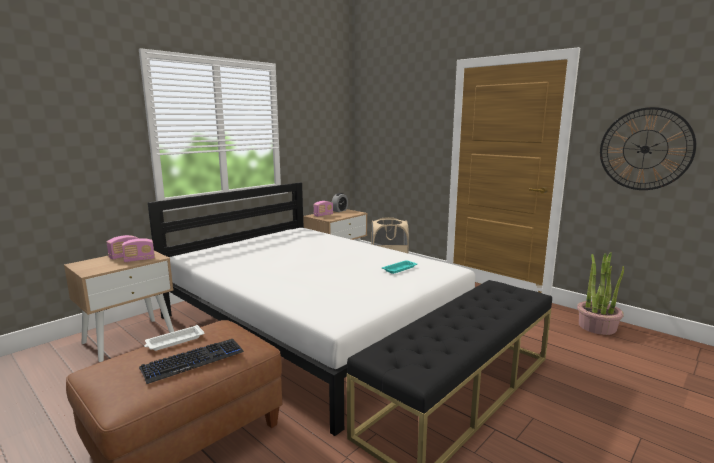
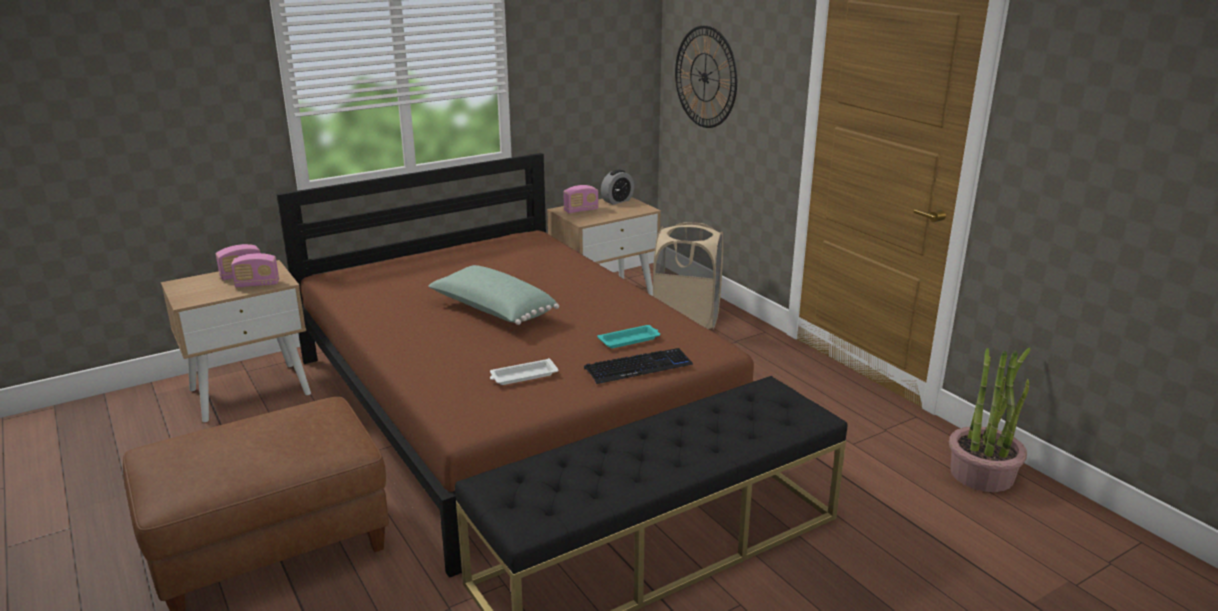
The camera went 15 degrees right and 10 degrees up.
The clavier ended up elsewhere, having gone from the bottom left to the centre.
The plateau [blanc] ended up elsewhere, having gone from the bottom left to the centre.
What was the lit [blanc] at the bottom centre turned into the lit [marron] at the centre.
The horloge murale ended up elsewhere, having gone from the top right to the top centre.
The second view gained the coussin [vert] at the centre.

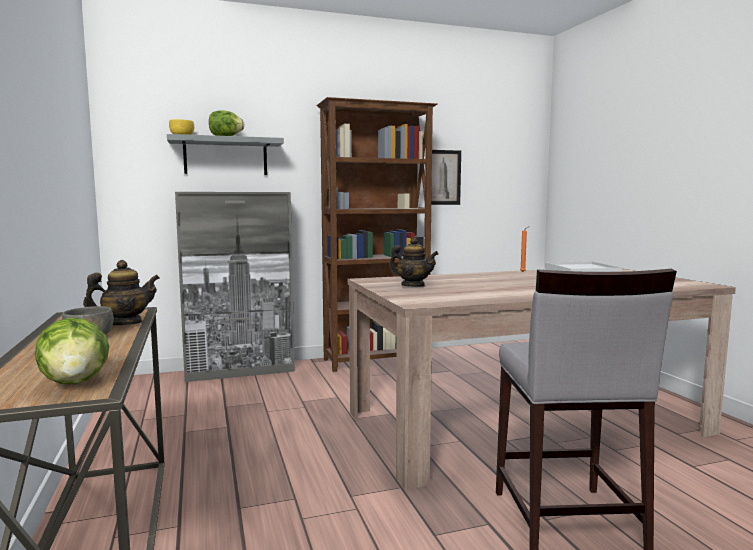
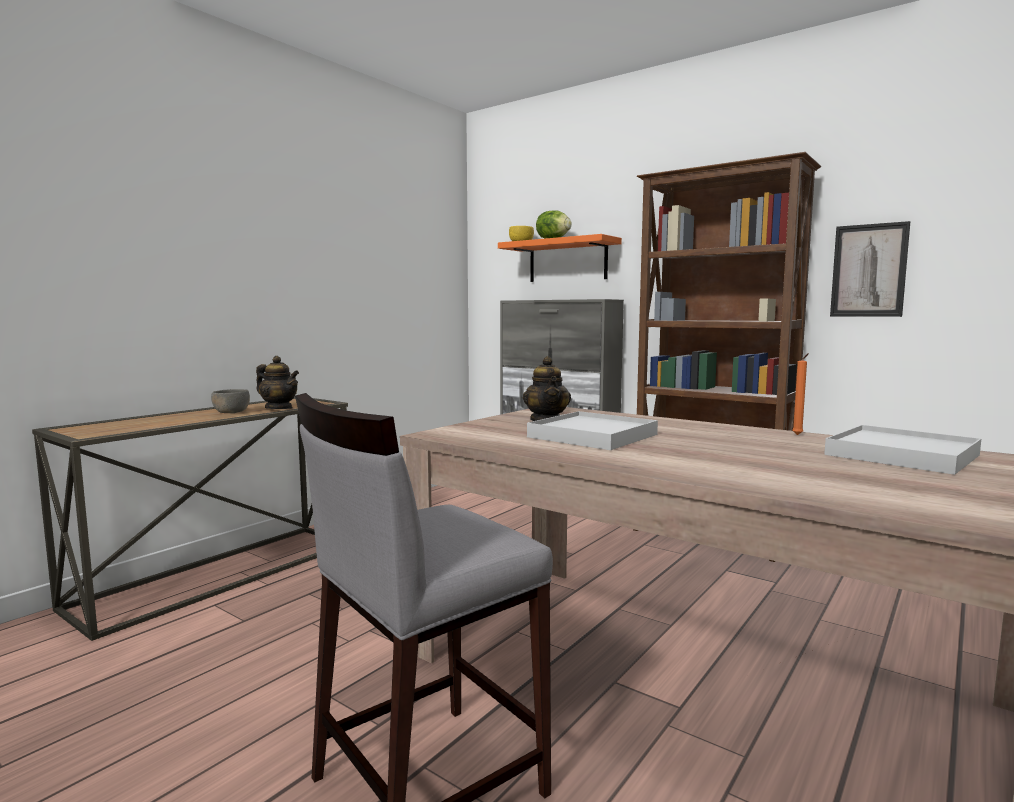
The camera went 55 degrees right and 0 degrees up.
The second view lost the laitue (no. 1 from left) at the middle left.
What was the étagère [gris] at the top left turned into the étagère [orange] at the top centre.
The second view gained the plateau [blanc] (no. 1 from left) at the centre.

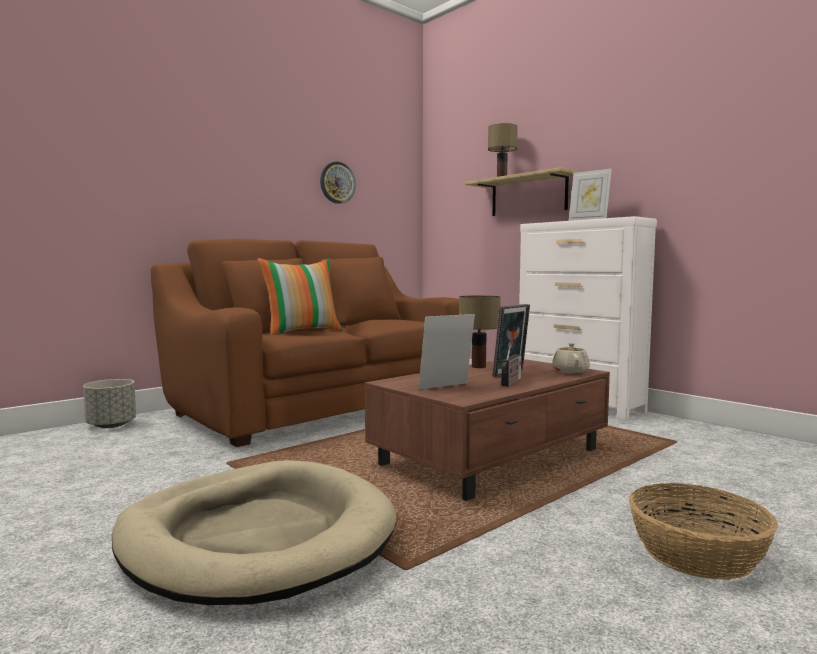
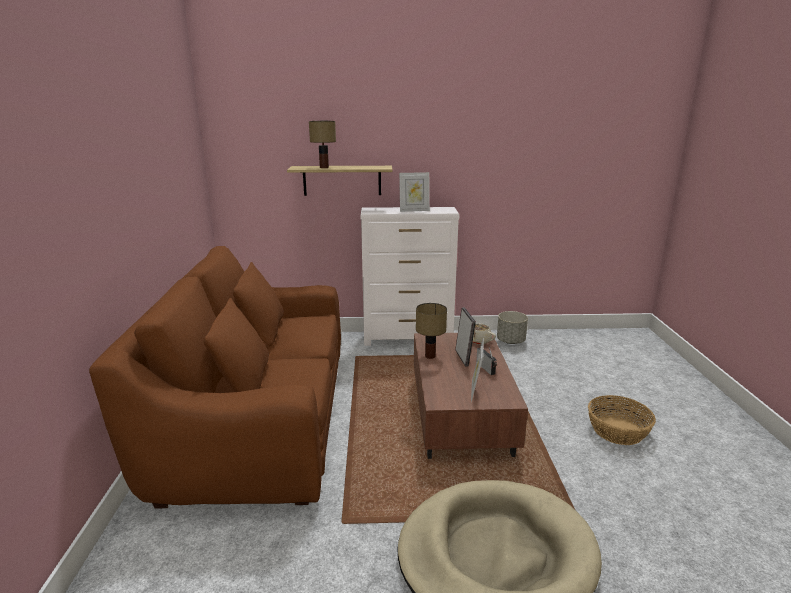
The camera went 50 degrees left and 15 degrees up.
The cache-pot [gris] ended up elsewhere, having gone from the middle left to the centre.
The second view lost the coussin at the centre.
The second view lost the horloge murale at the top centre.

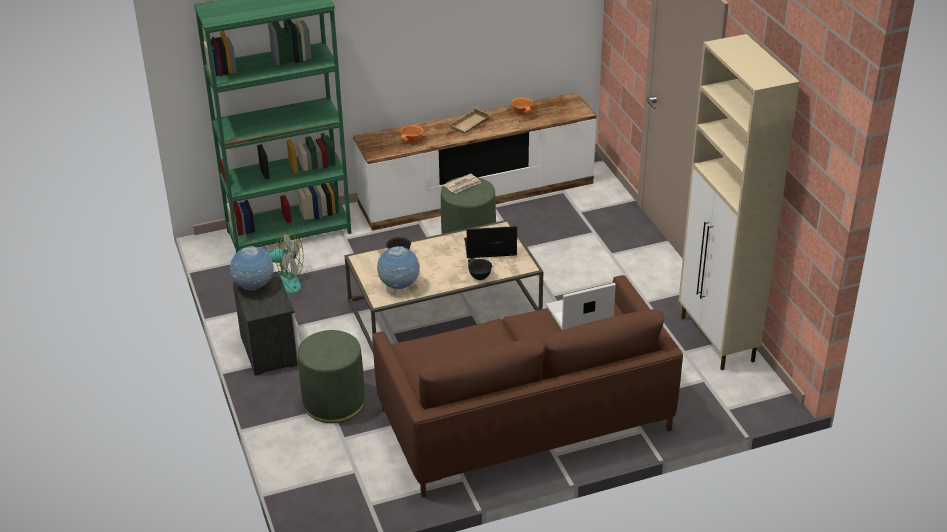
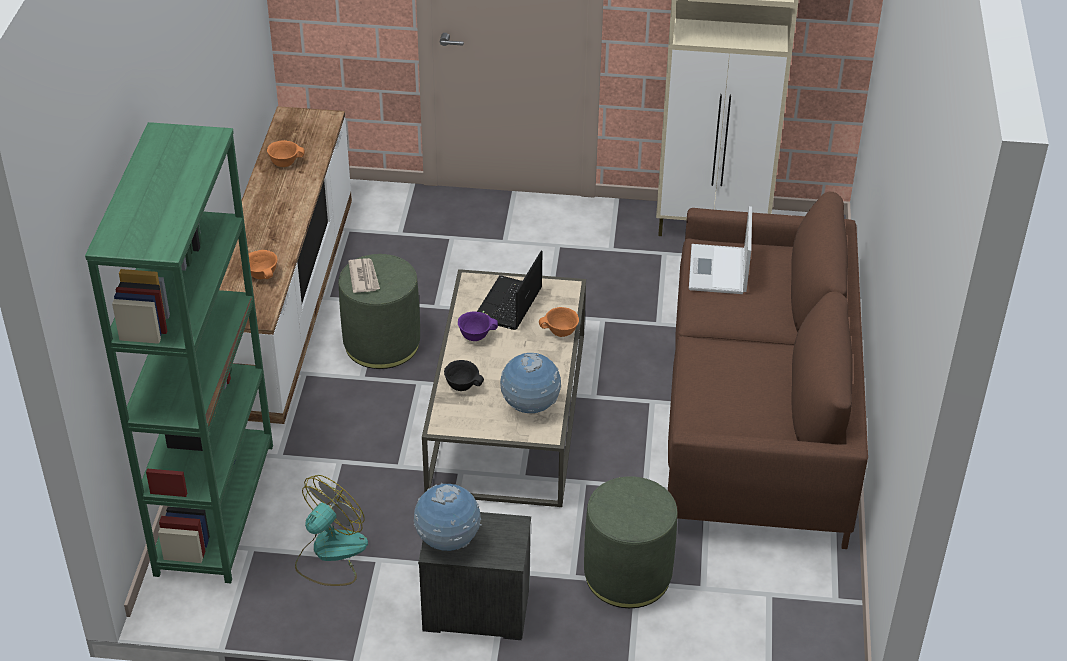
The camera went 65 degrees left and 5 degrees up.
The second view lost the plateau [beige] at the top centre.
What was the bol [noir] (no. 2 from left) at the centre turned into the bol [orange] (no. 3 from left) at the centre.
The second view gained the bol [violet] at the centre.

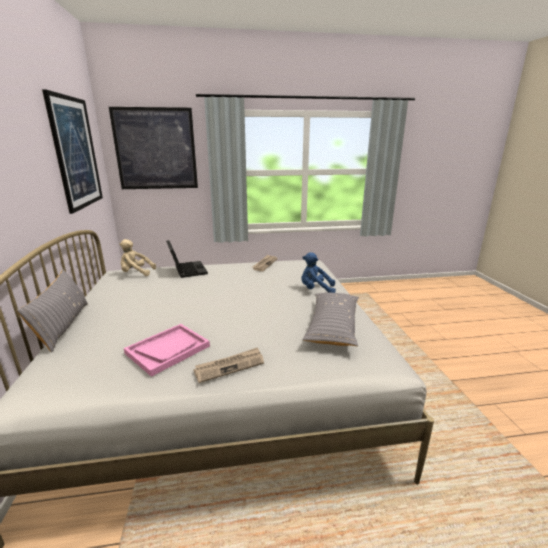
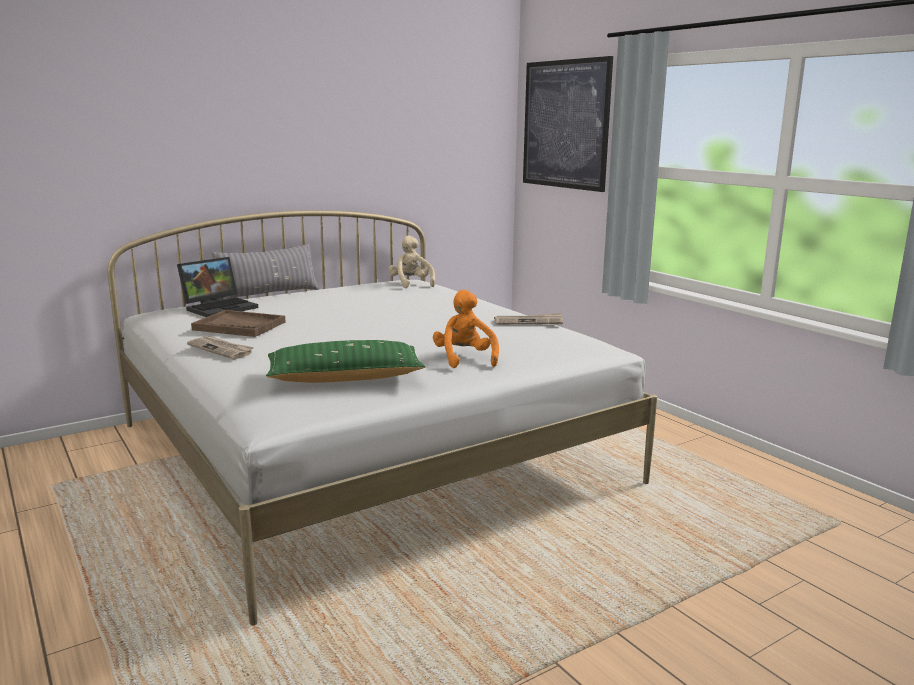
The camera went 65 degrees right and 5 degrees down.
The second view lost the tableau (no. 1 from left) at the top left.
What was the plateau [rose] at the middle left turned into the plateau [marron] at the middle left.
The ordinateur portable ended up elsewhere, having gone from the centre to the middle left.
What was the peluche [bleu] at the centre turned into the peluche [orange] at the centre.
What was the coussin [gris] (no. 2 from left) at the centre turned into the coussin [vert] at the centre.

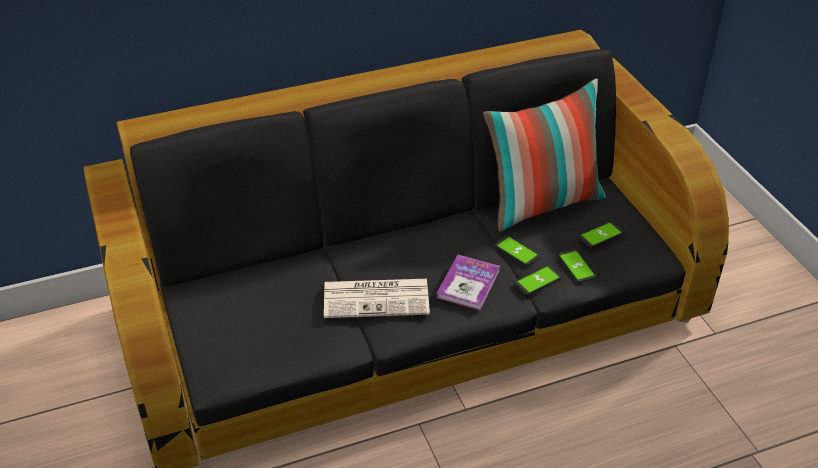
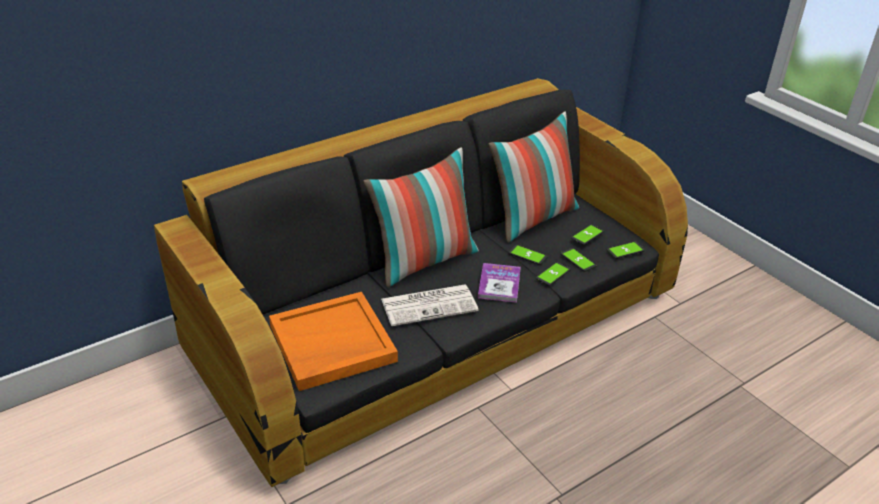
The camera went 15 degrees left and 5 degrees down.
The second view gained the plateau [orange] at the bottom centre.
The second view gained the coussin (no. 1 from left) at the centre.
The second view gained the téléphone (no. 5 from left) at the middle right.

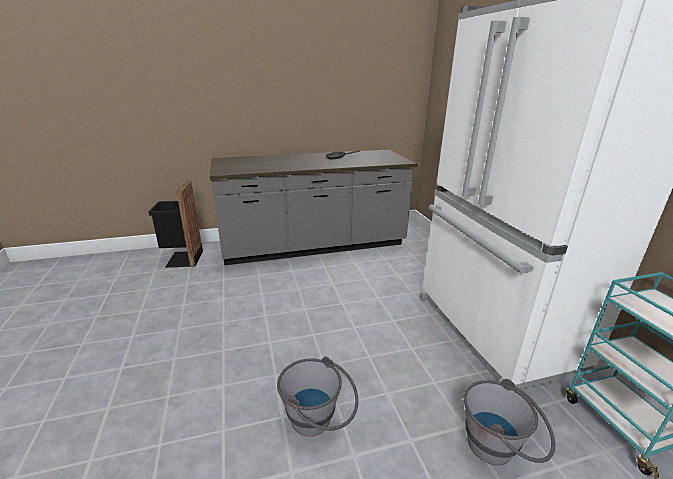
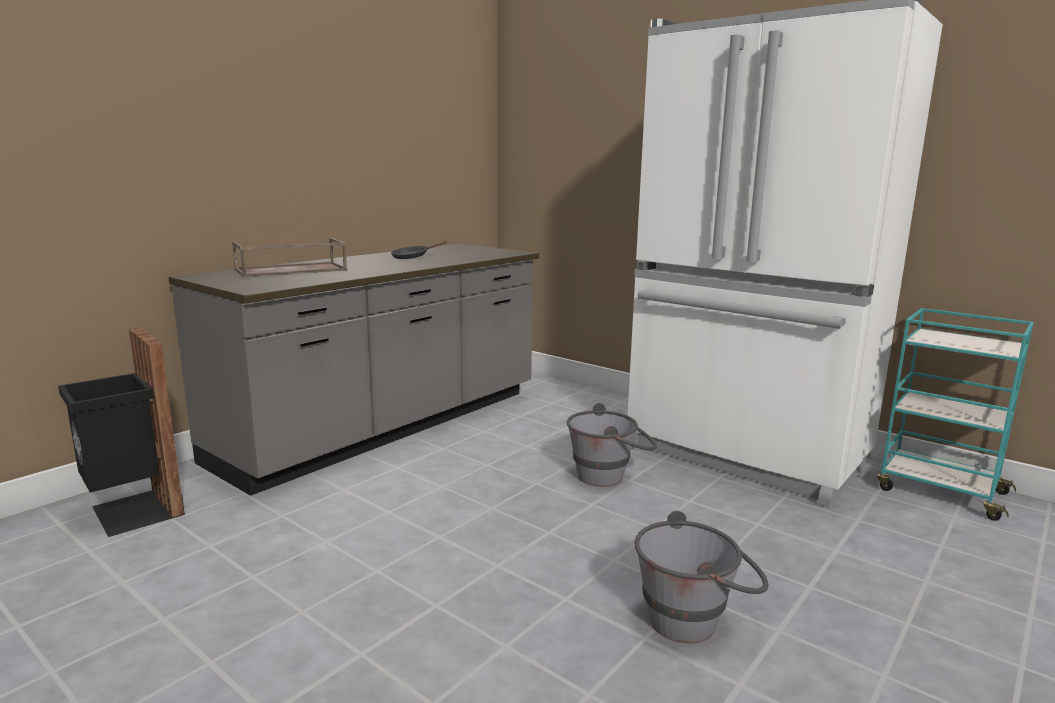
The camera went 35 degrees left and 10 degrees down.
The seau [gris] (no. 2 from left in the first image) ended up elsewhere, having gone from the bottom right to the centre.
The second view gained the plateau [marron] at the middle left.

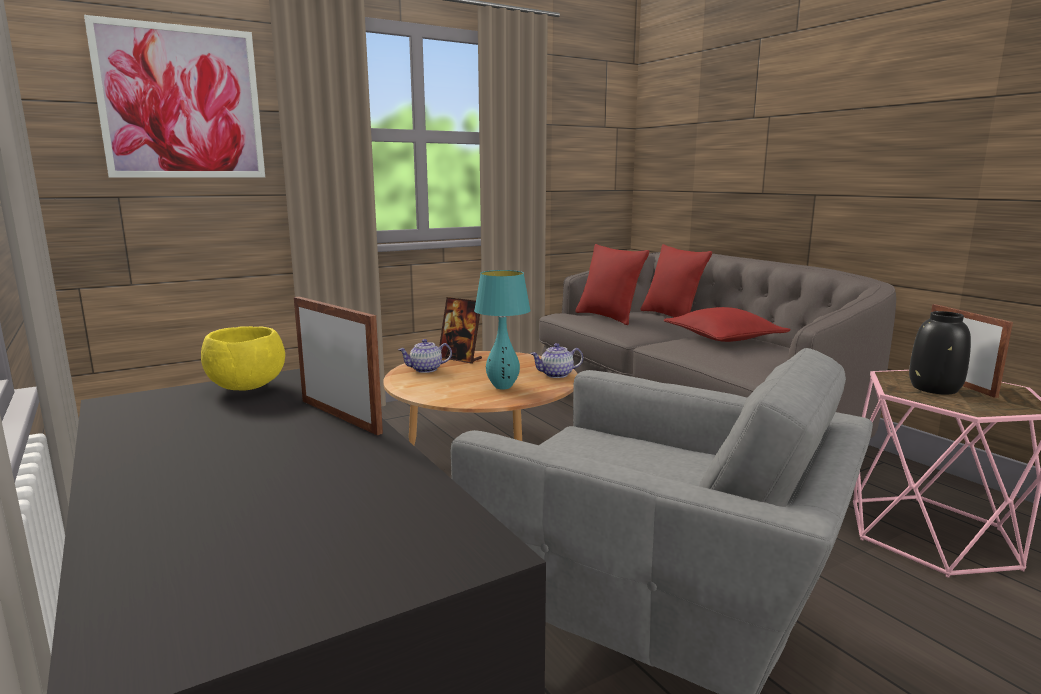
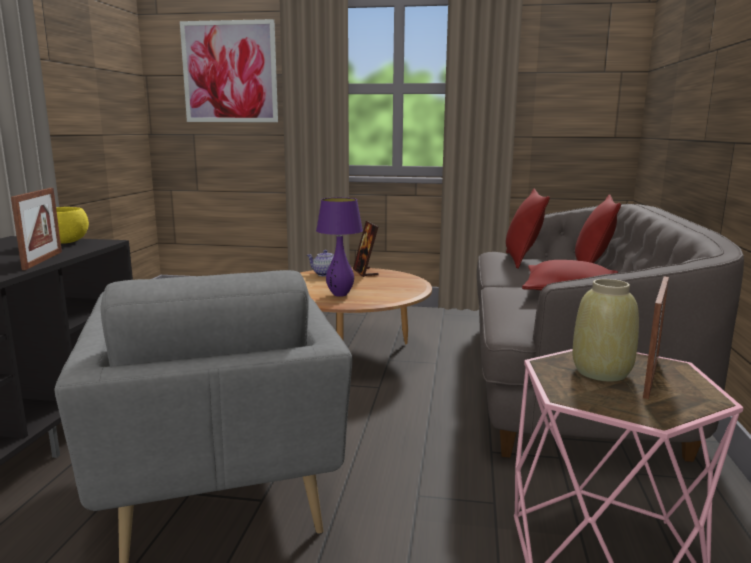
The camera went 40 degrees right and 0 degrees up.
What was the lampe de table [turquoise] at the centre turned into the lampe de table [violet] at the centre.
The second view lost the théière (no. 2 from left) at the centre.
What was the vase [noir] at the middle right turned into the vase [beige] at the middle right.

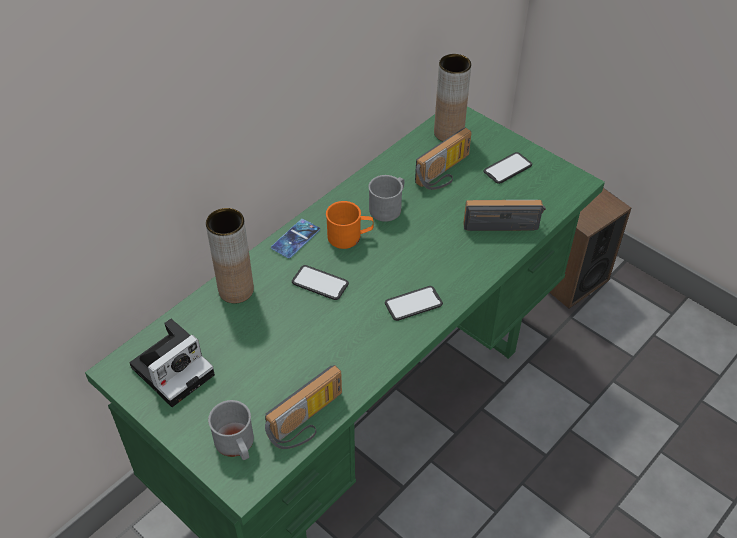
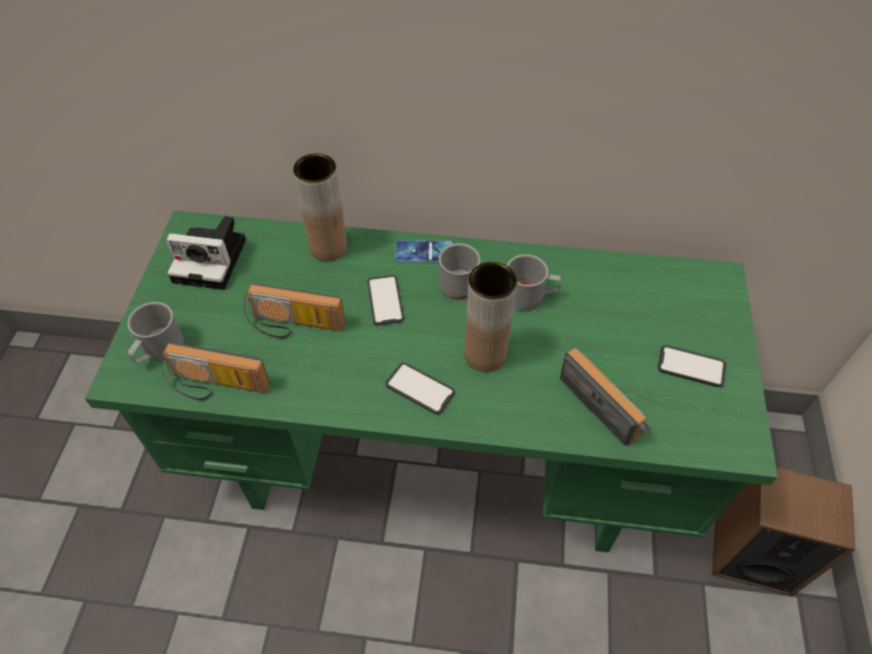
The camera went 55 degrees right and 5 degrees up.
What was the mug [orange] at the centre turned into the mug [gris] (no. 2 from left) at the centre.
The radio (no. 2 from left) ended up elsewhere, having gone from the top centre to the centre.
The vase [marron] (no. 2 from left) ended up elsewhere, having gone from the top centre to the centre.

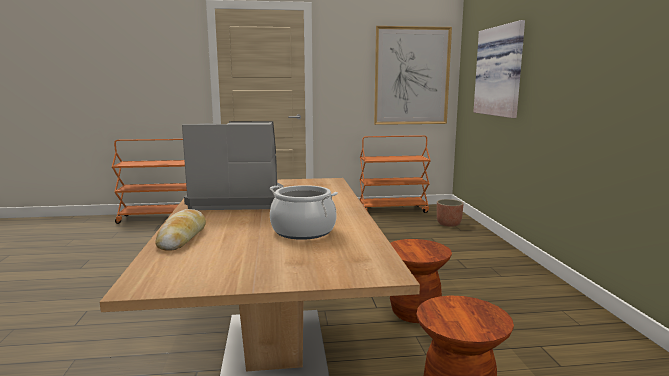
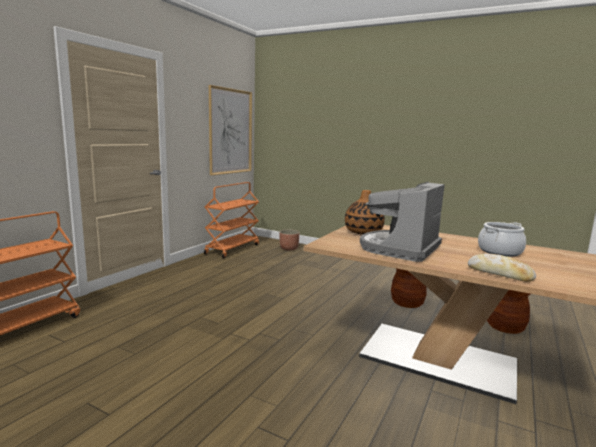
The camera went 55 degrees left and 0 degrees up.
The second view lost the tableau (no. 2 from left) at the top right.
The second view gained the vase at the centre.

